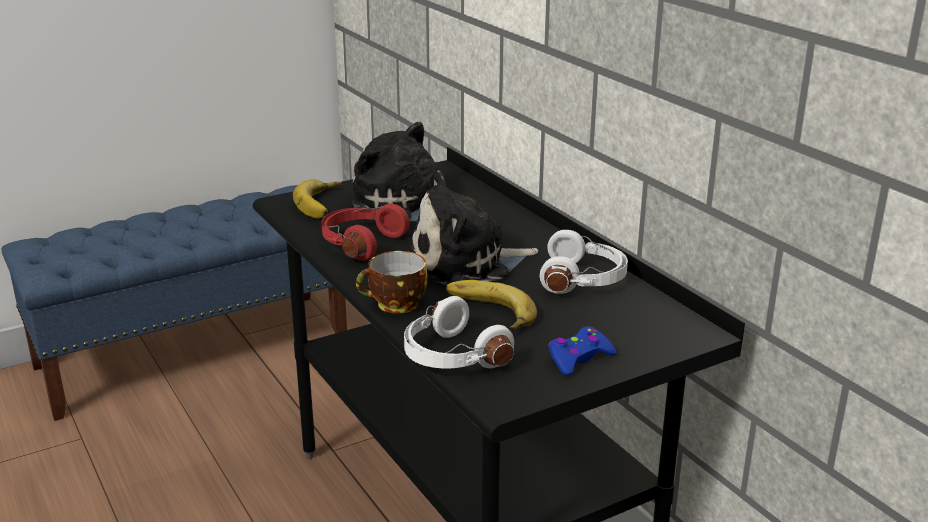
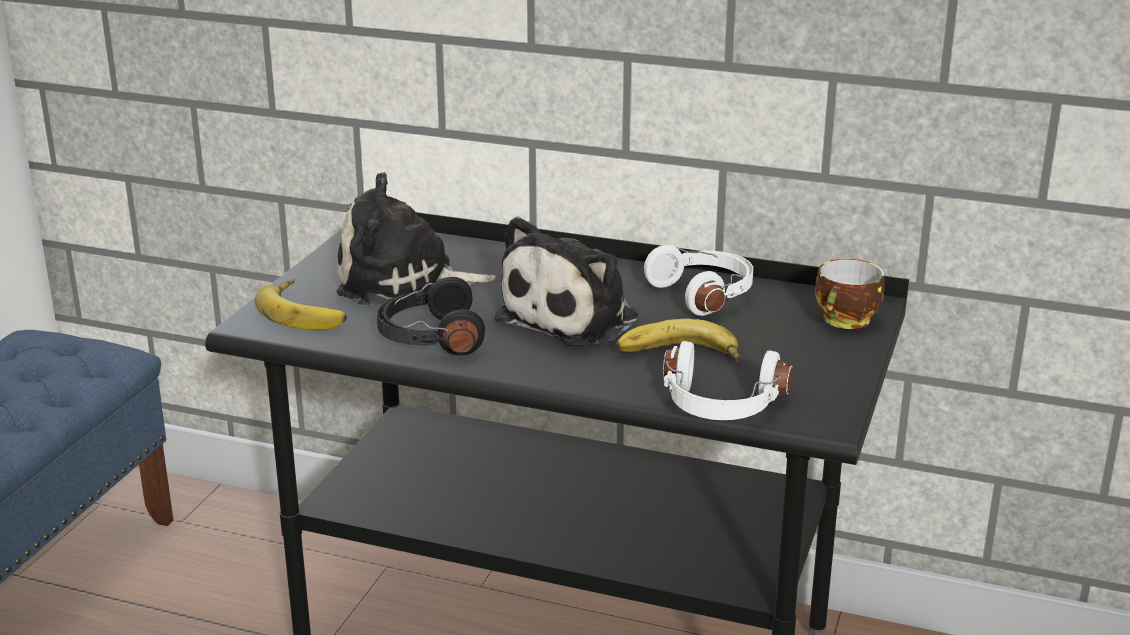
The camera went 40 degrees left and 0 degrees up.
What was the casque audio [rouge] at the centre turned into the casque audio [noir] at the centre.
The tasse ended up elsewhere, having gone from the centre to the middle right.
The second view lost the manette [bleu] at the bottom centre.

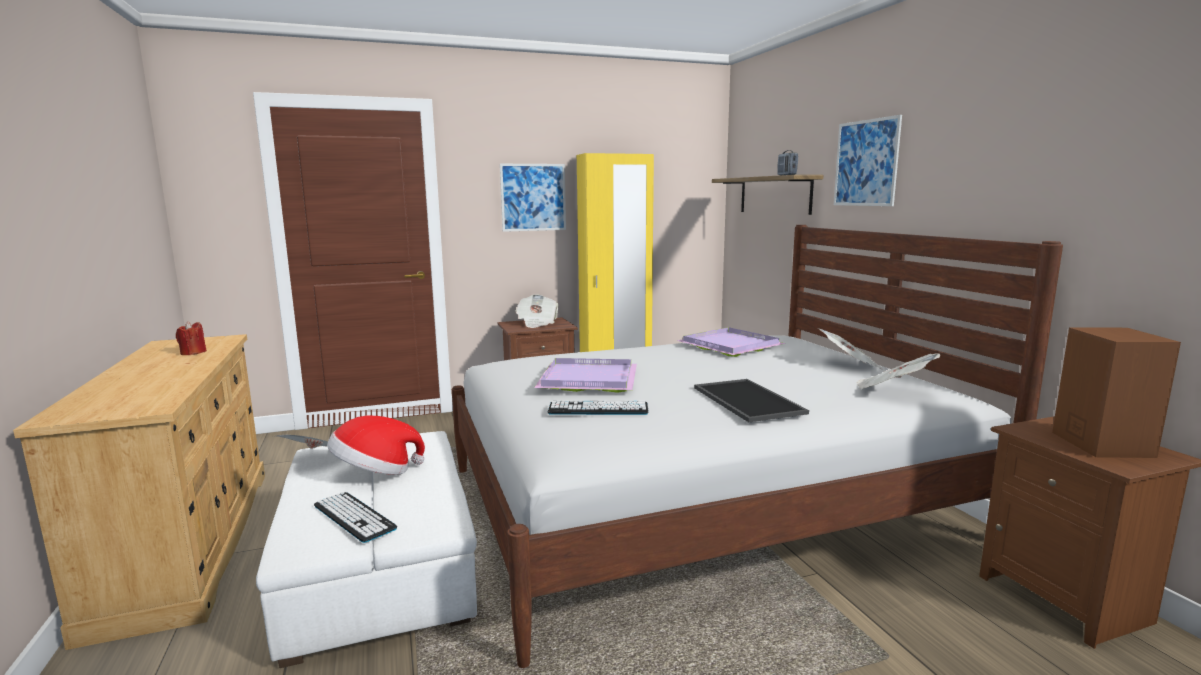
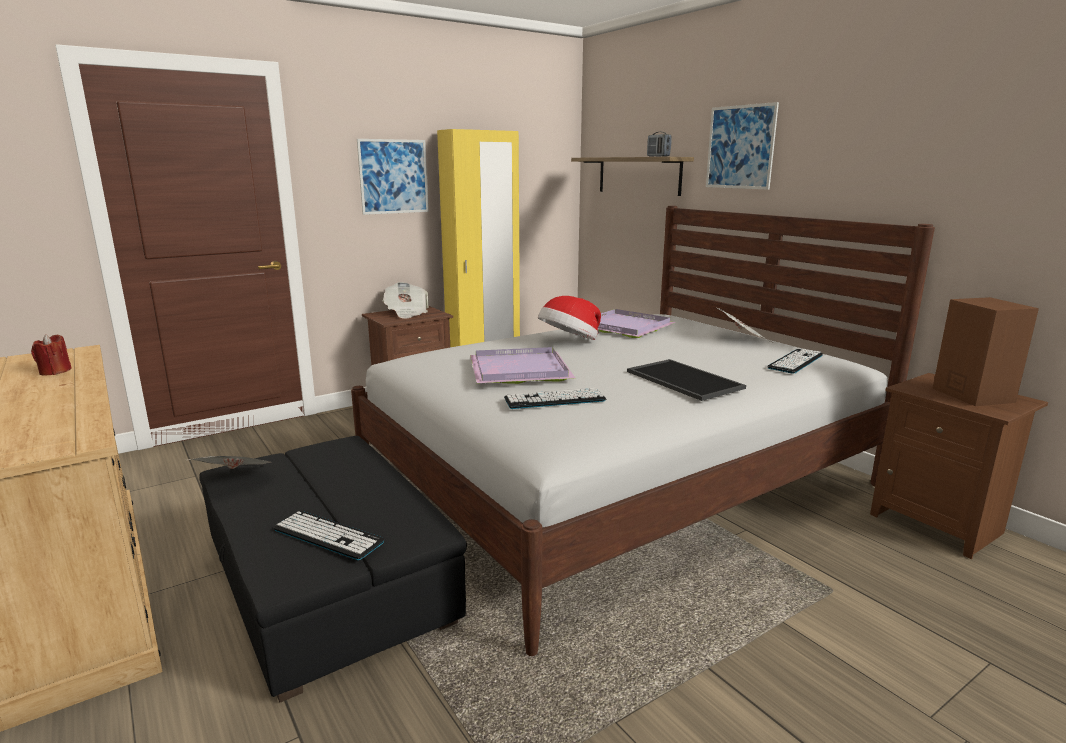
The camera went 15 degrees left and 5 degrees up.
What was the pouf [blanc] at the bottom left turned into the pouf [noir] at the bottom left.
The chapeau ended up elsewhere, having gone from the middle left to the centre.
Where the journal (no. 4 from left) stood at the middle right, the clavier (no. 3 from left) came to stand at the middle right.

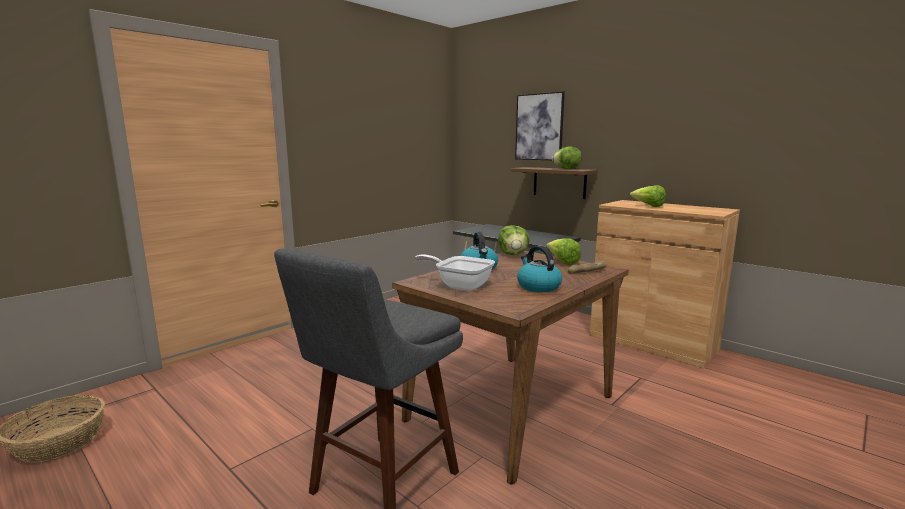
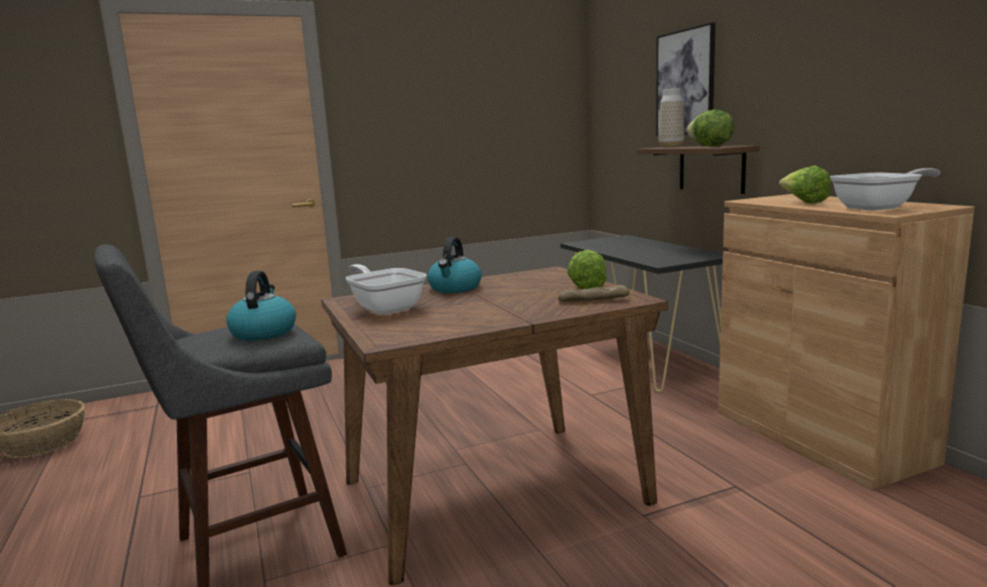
The camera went 25 degrees right and 0 degrees up.
The second view lost the laitue (no. 1 from left) at the centre.
The bouilloire (no. 2 from left in the first image) ended up elsewhere, having gone from the centre to the middle left.
The second view gained the vase at the top right.
The second view gained the poêle (no. 2 from left) at the top right.

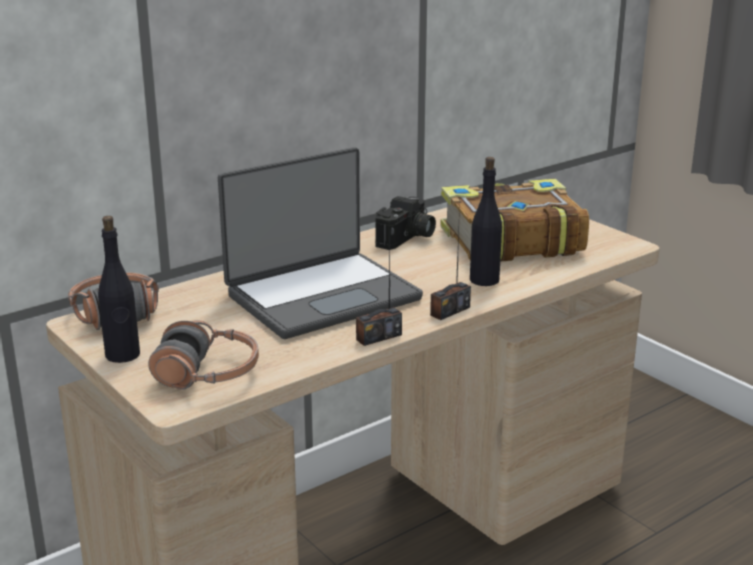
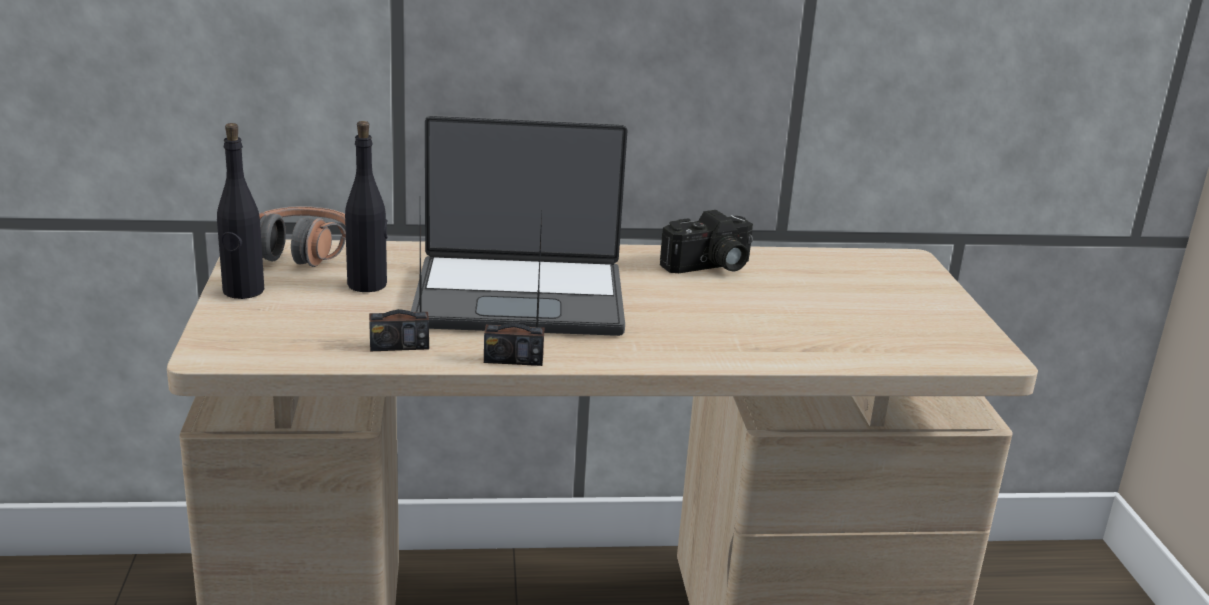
The camera went 30 degrees right and 0 degrees up.
The second view lost the casque audio (no. 2 from left) at the middle left.
The radio (no. 2 from left in the first image) ended up elsewhere, having gone from the centre to the middle left.
The second view lost the livre at the middle right.
The bouteille [noir] (no. 2 from left) ended up elsewhere, having gone from the centre to the middle left.

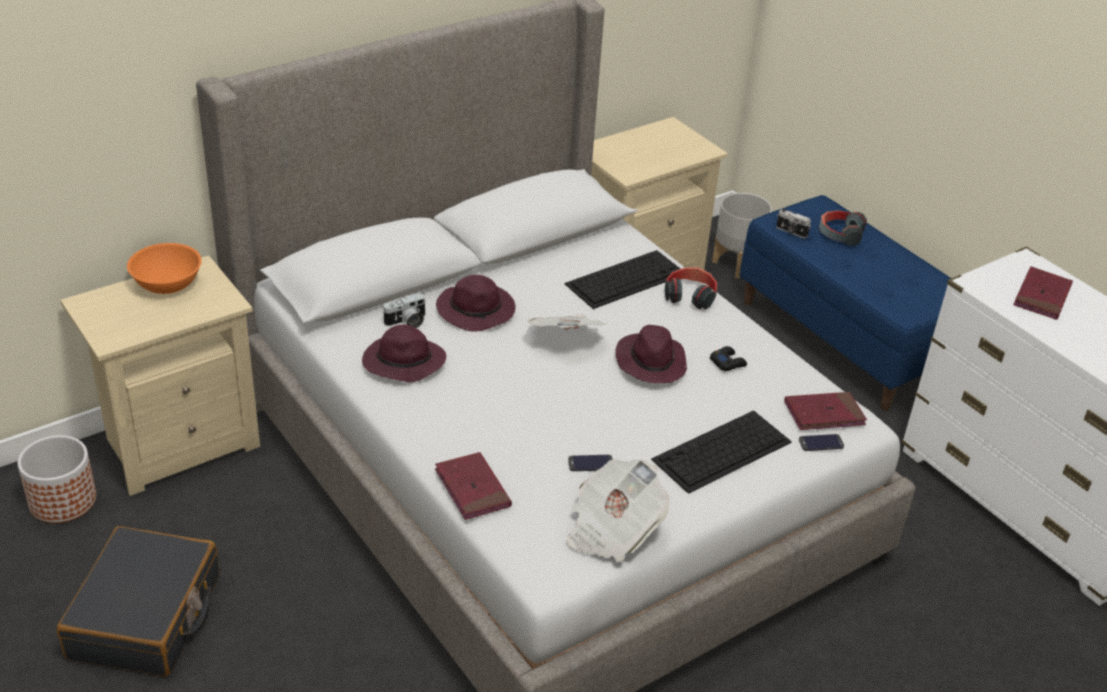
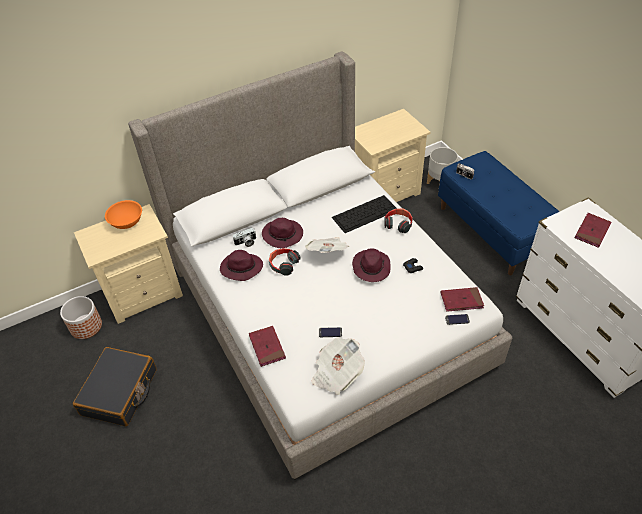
The camera went 10 degrees right and 10 degrees up.
The second view lost the clavier (no. 2 from left) at the centre.
The casque audio (no. 2 from left in the first image) ended up elsewhere, having gone from the top right to the centre.

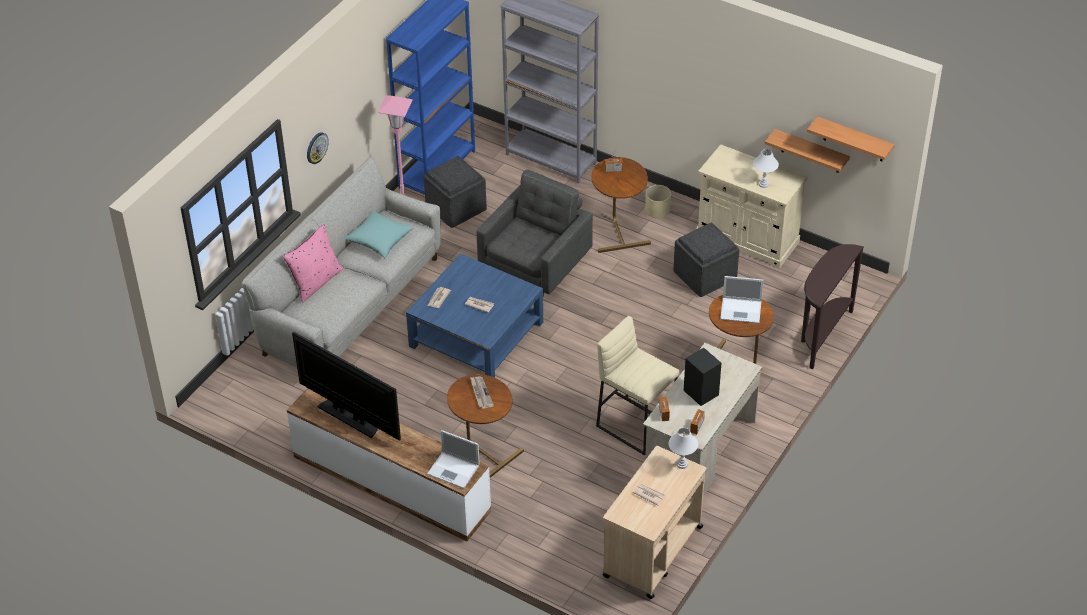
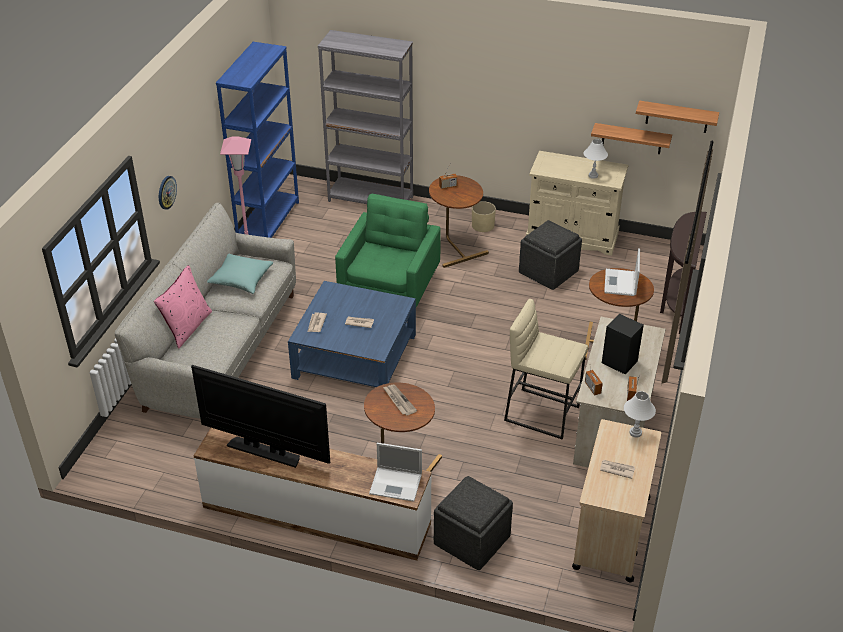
The camera went 15 degrees left and 5 degrees down.
The pouf [gris] (no. 1 from left) ended up elsewhere, having gone from the top centre to the bottom centre.
What was the fauteuil [gris] at the centre turned into the fauteuil [vert] at the centre.
The ordinateur portable (no. 2 from left) at the middle right ended up facing another way, 105 degrees clockwise from before.

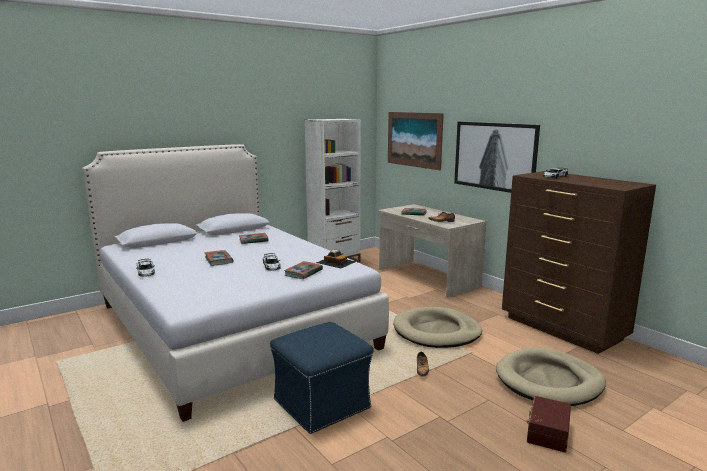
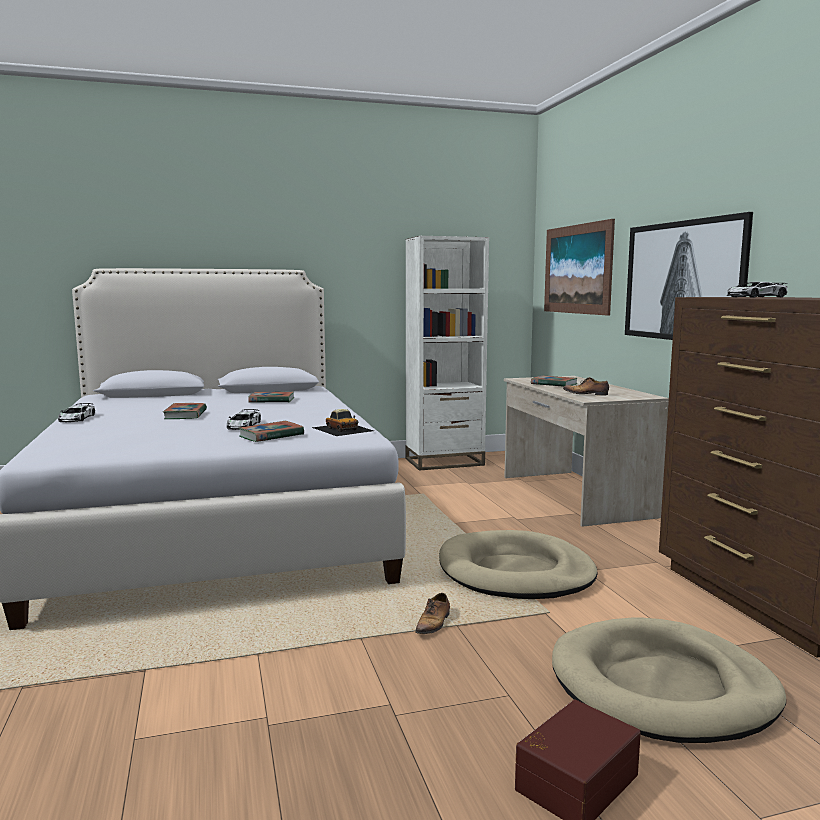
The camera went 20 degrees right and 5 degrees down.
The second view lost the pouf [bleu] at the bottom centre.

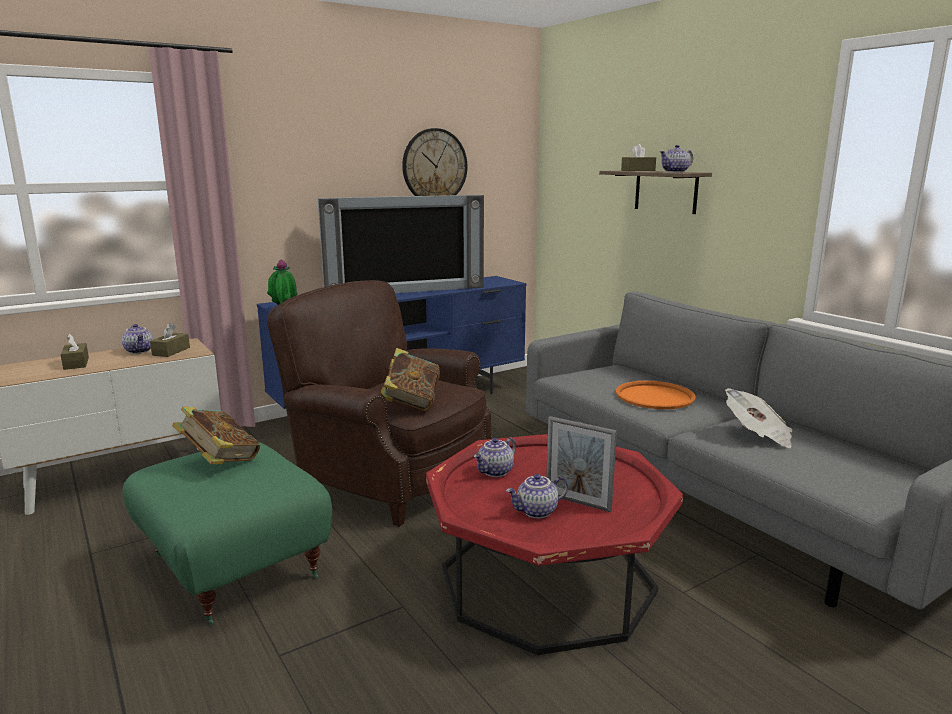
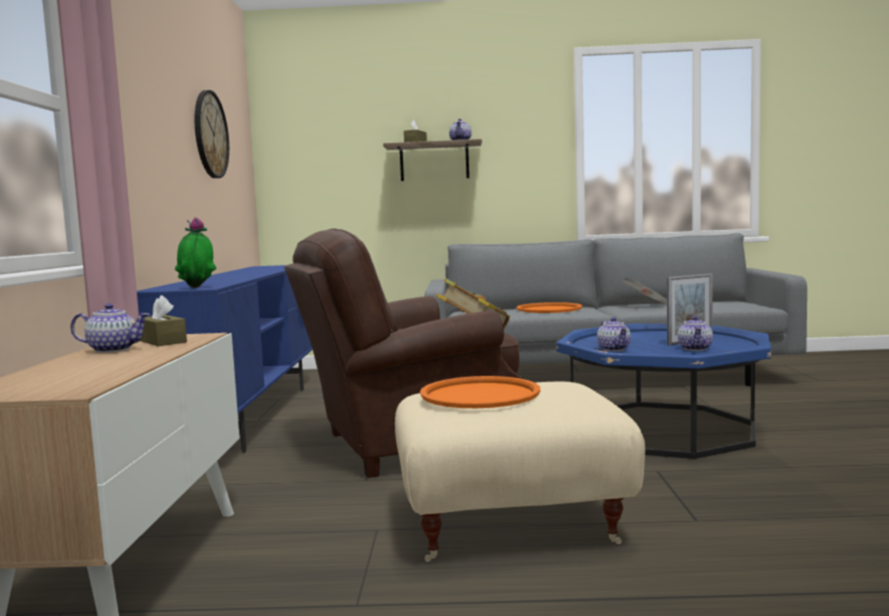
The camera went 55 degrees left and 10 degrees down.
The second view lost the boîte à mouchoirs [marron] (no. 1 from left) at the middle left.
What was the pouf [vert] at the bottom left turned into the pouf [beige] at the bottom centre.
Where the livre (no. 1 from left) stood at the middle left, the plateau [orange] (no. 1 from left) came to stand at the centre.
The second view lost the téléviseur at the centre.
What was the table basse [rouge] at the bottom centre turned into the table basse [bleu] at the middle right.

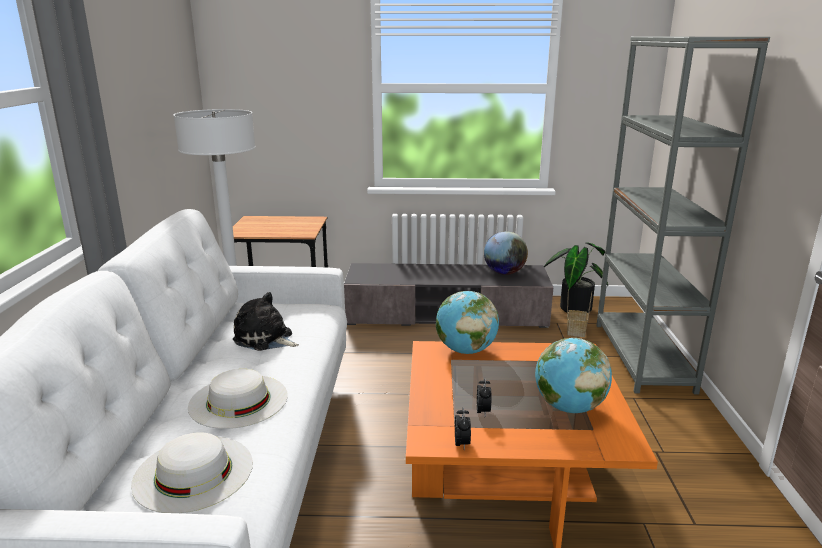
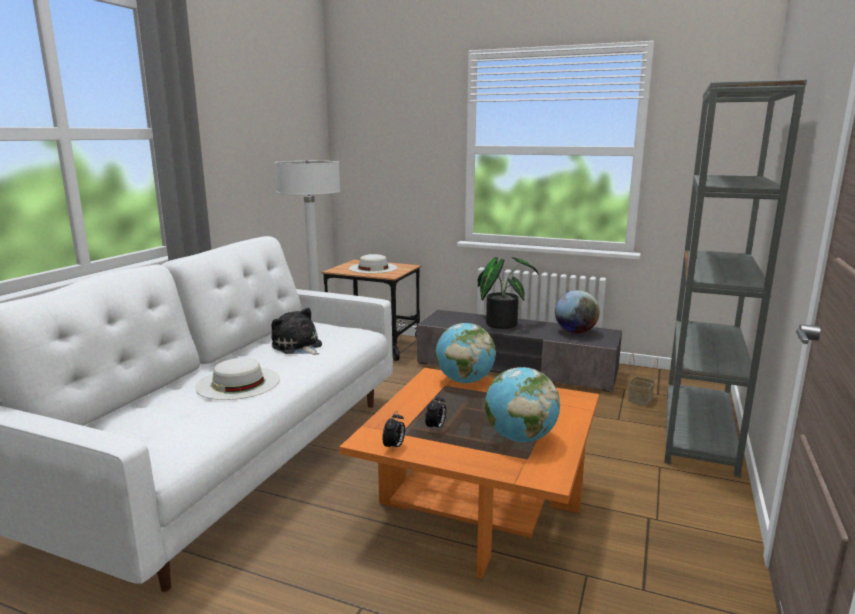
The camera went 20 degrees right and 5 degrees down.
The chapeau [blanc] (no. 1 from left in the first image) ended up elsewhere, having gone from the bottom left to the centre.
The plante en pot ended up elsewhere, having gone from the middle right to the centre.

